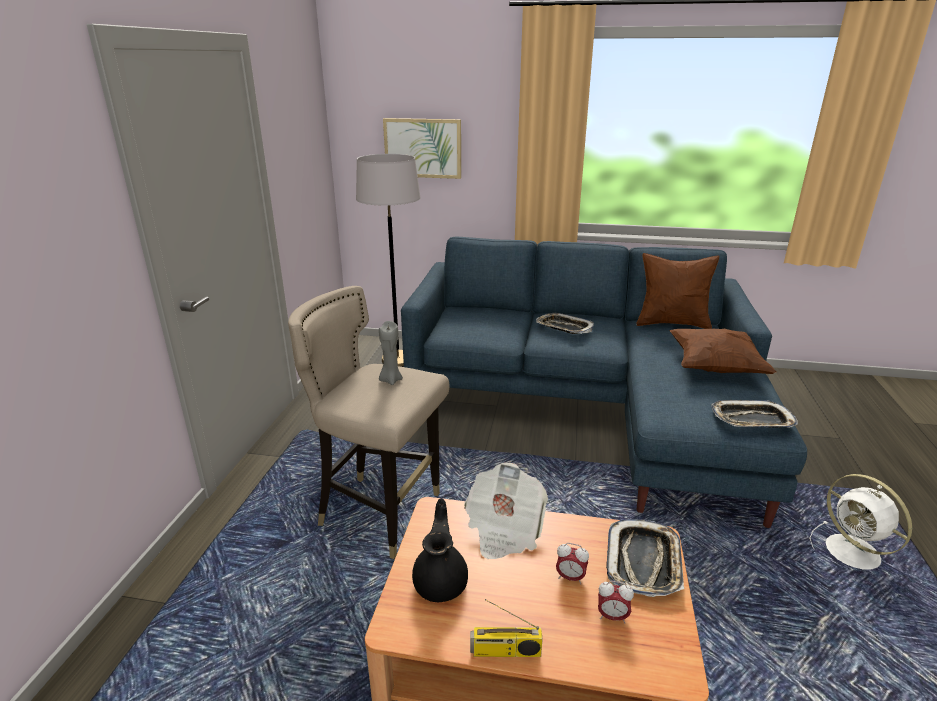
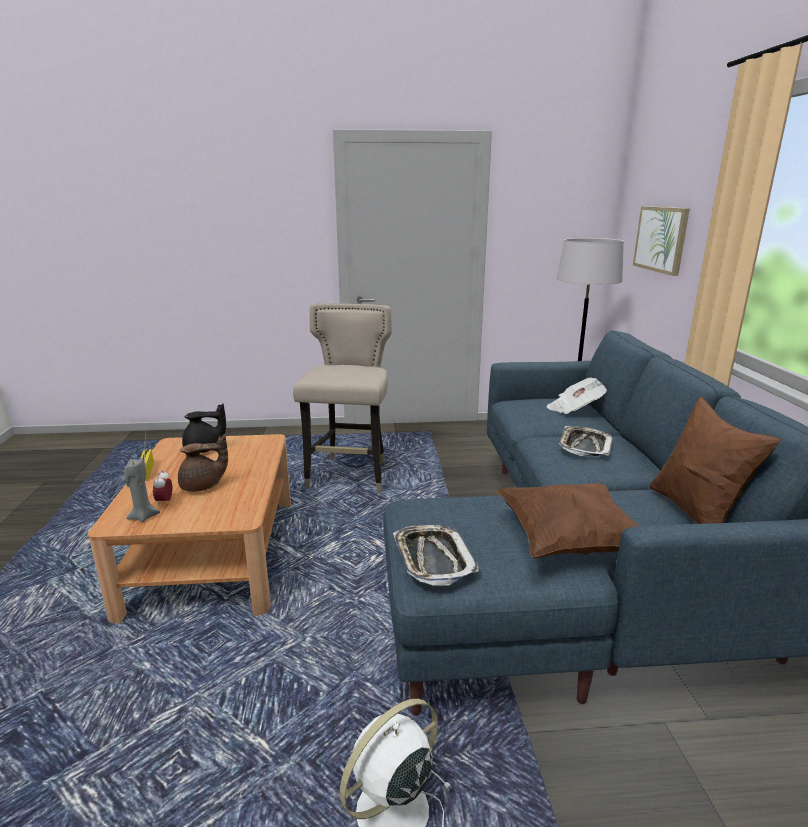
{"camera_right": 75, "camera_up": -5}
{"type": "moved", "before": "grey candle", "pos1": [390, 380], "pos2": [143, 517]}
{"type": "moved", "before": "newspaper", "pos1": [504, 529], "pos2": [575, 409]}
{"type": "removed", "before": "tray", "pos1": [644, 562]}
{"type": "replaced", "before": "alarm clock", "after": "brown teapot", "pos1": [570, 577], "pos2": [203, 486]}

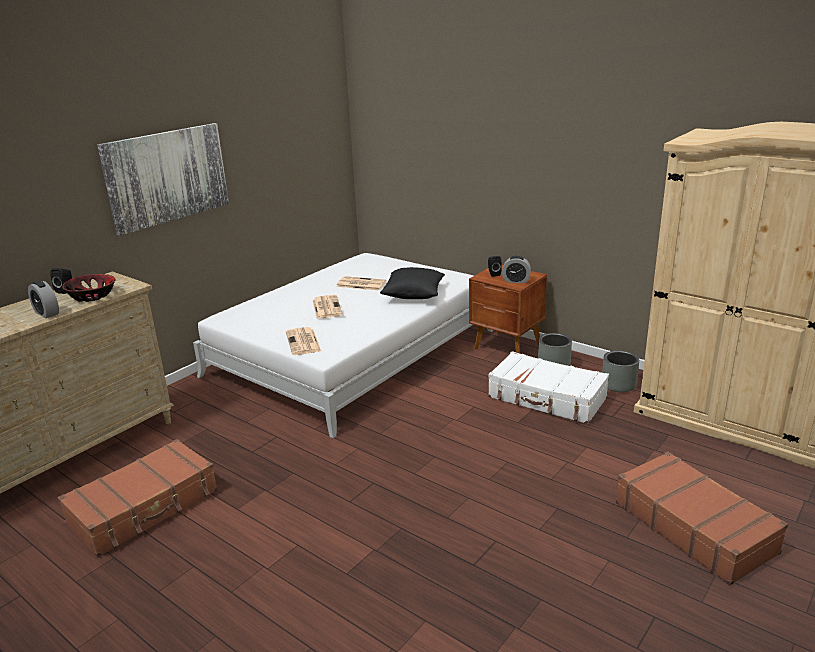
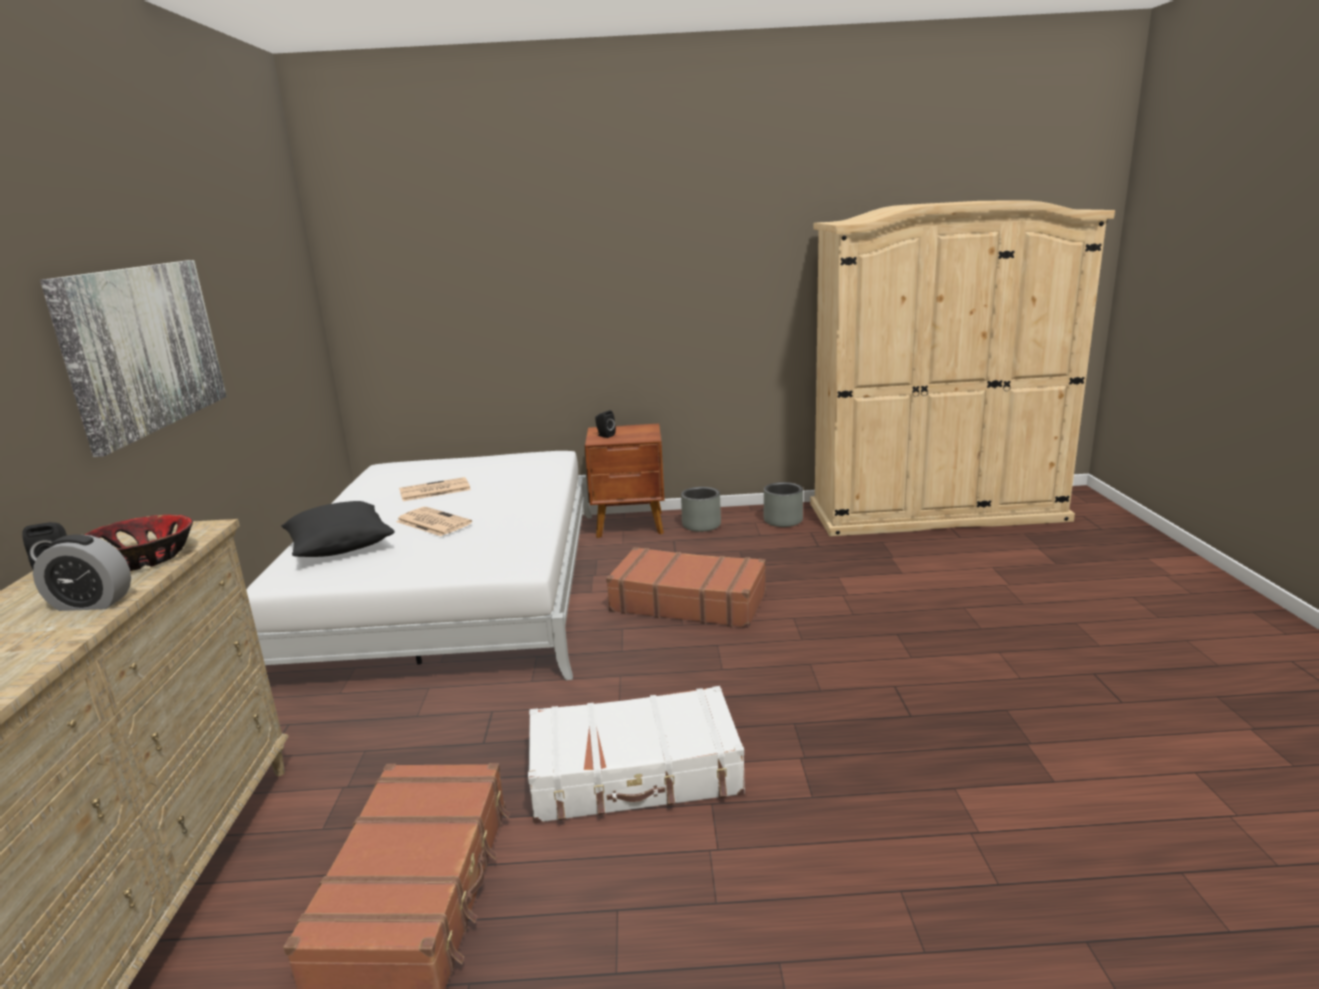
{"camera_right": -40, "camera_up": -5}
{"type": "removed", "before": "alarm clock", "pos1": [516, 281]}
{"type": "moved", "before": "black pillow", "pos1": [414, 294], "pos2": [340, 547]}
{"type": "removed", "before": "newspaper", "pos1": [303, 342]}
{"type": "moved", "before": "white suitcase", "pos1": [547, 398], "pos2": [635, 774]}
{"type": "moved", "before": "brown suitcase", "pos1": [694, 526], "pos2": [688, 601]}

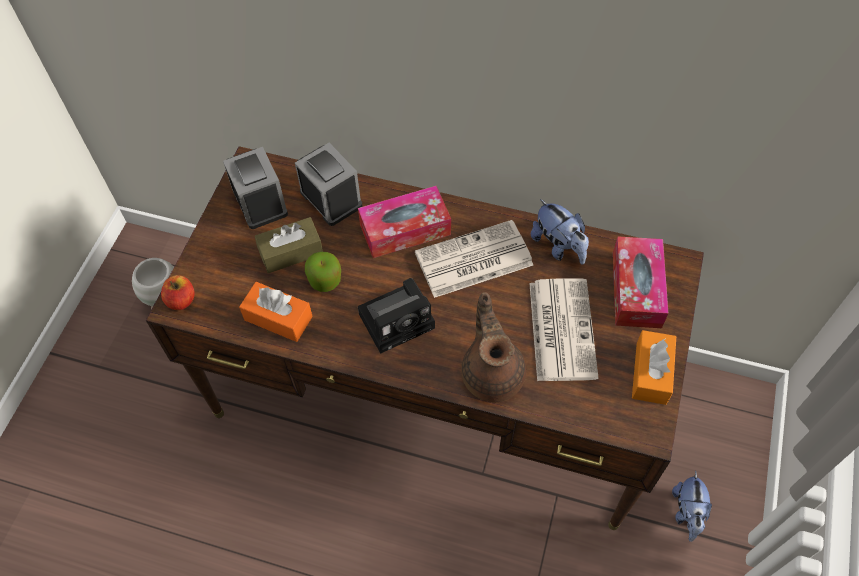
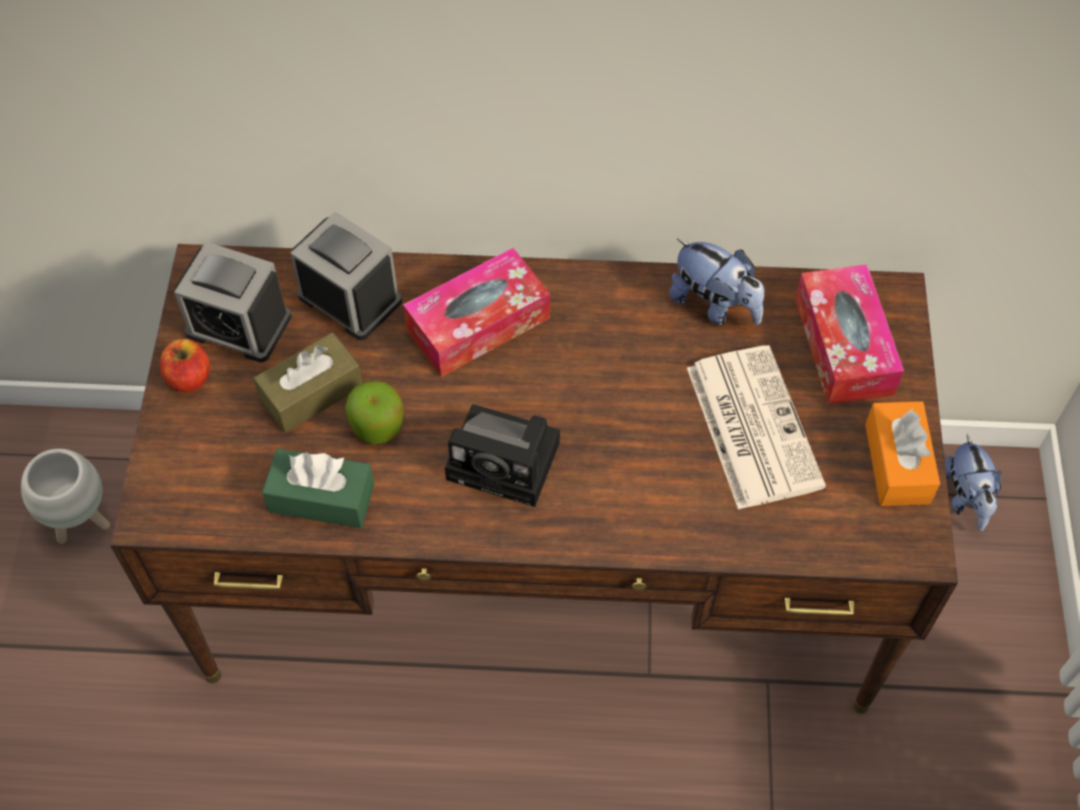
{"camera_right": -15, "camera_up": 0}
{"type": "turned", "before": "alarm clock", "pos1": [260, 202], "pos2": [239, 325], "turn": 150}
{"type": "removed", "before": "newspaper", "pos1": [472, 260]}
{"type": "moved", "before": "apple", "pos1": [181, 300], "pos2": [189, 377]}
{"type": "turned", "before": "photo camera", "pos1": [399, 319], "pos2": [508, 461], "turn": 60}
{"type": "recoloured", "before": "orange tissue box", "after": "green tissue box", "pos1": [278, 318], "pos2": [321, 498]}
{"type": "removed", "before": "brown teapot", "pos1": [492, 373]}
{"type": "moved", "before": "plush toy", "pos1": [687, 513], "pos2": [965, 498]}

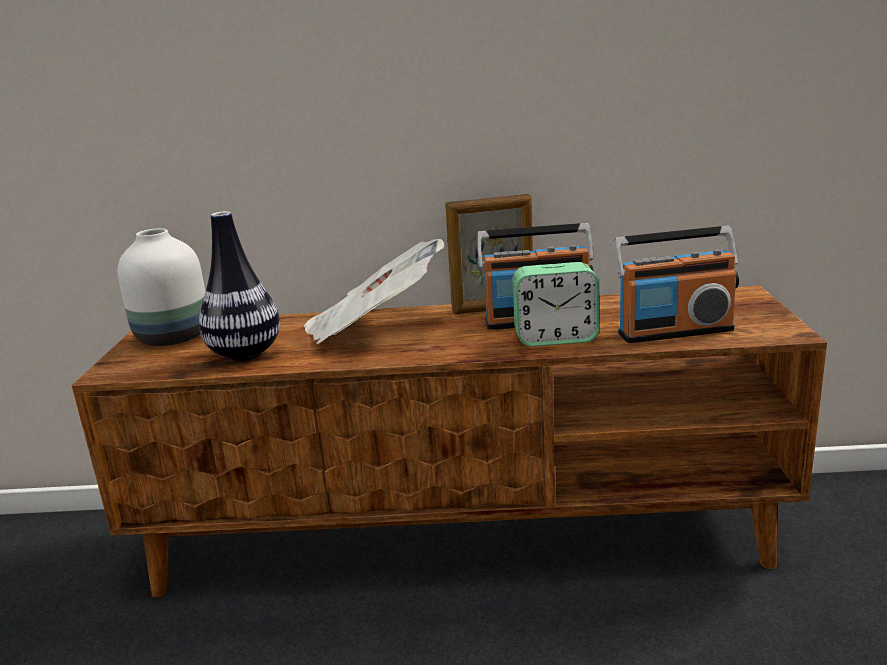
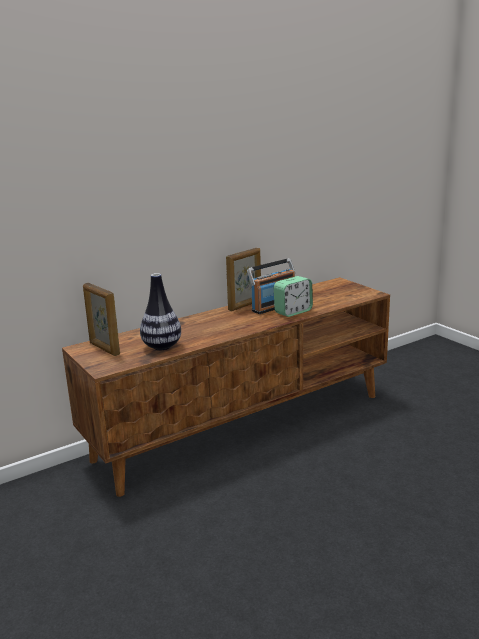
{"camera_right": -35, "camera_up": 0}
{"type": "removed", "before": "radio", "pos1": [674, 331]}
{"type": "replaced", "before": "white vase", "after": "picture frame", "pos1": [174, 338], "pos2": [104, 349]}
{"type": "removed", "before": "newspaper", "pos1": [373, 329]}

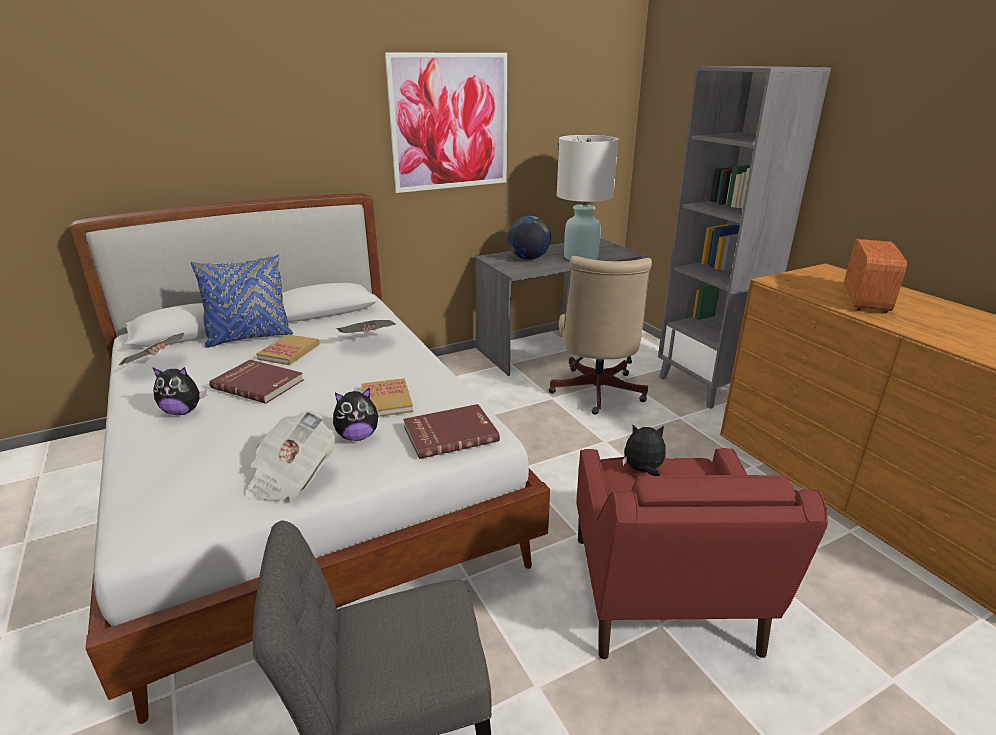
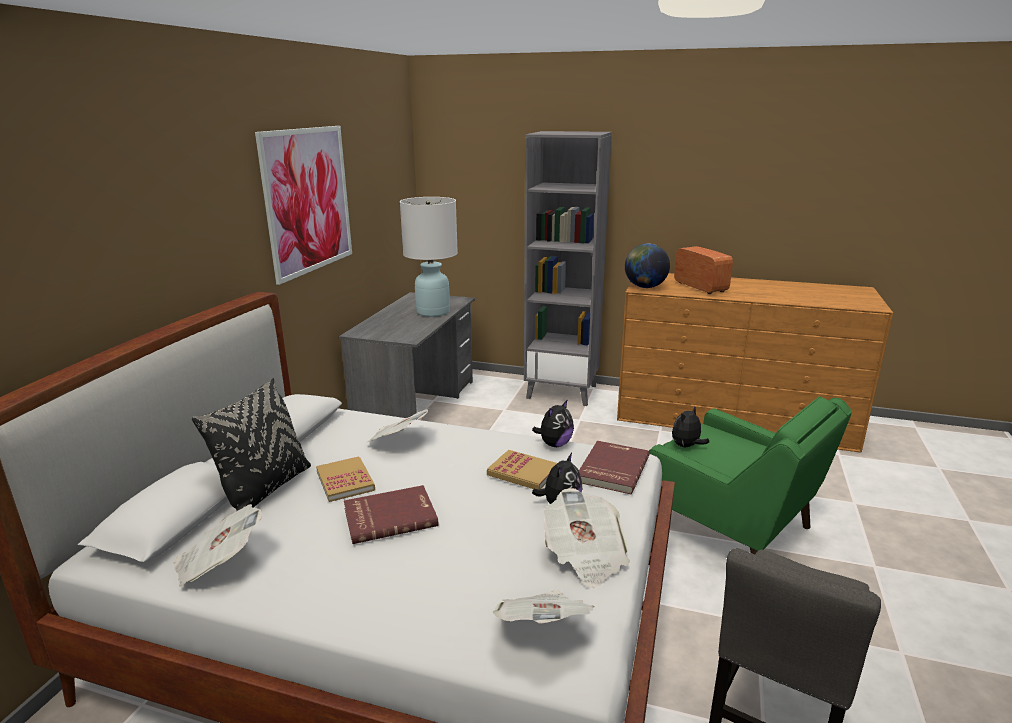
{"camera_right": -45, "camera_up": -5}
{"type": "moved", "before": "globe", "pos1": [528, 258], "pos2": [645, 287]}
{"type": "recoloured", "before": "blue pillow", "after": "black pillow", "pos1": [249, 337], "pos2": [265, 490]}
{"type": "removed", "before": "beige office chair", "pos1": [596, 394]}
{"type": "moved", "before": "plush toy", "pos1": [183, 411], "pos2": [554, 444]}
{"type": "recoloured", "before": "red armchair", "after": "green armchair", "pos1": [662, 597], "pos2": [731, 530]}
{"type": "added", "after": "newspaper", "pos2": [543, 628]}

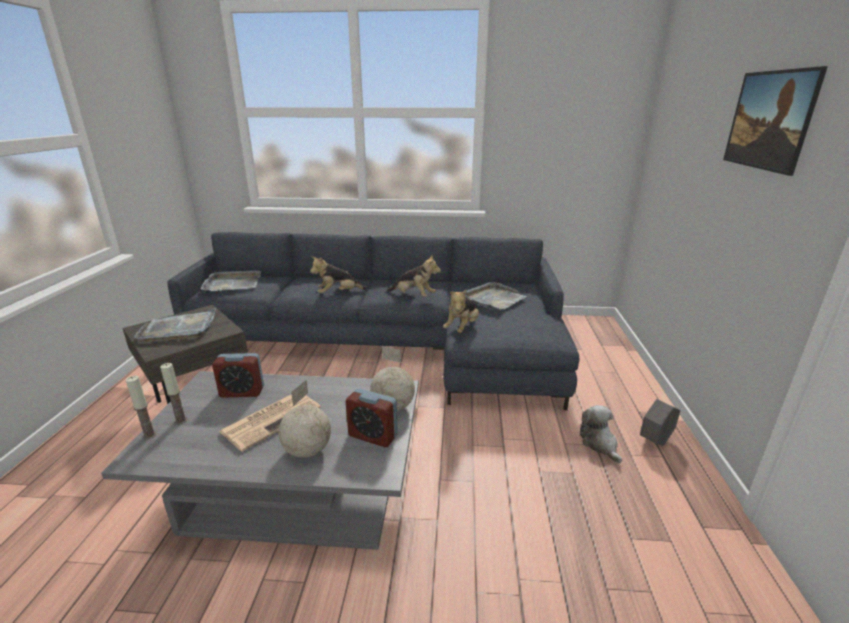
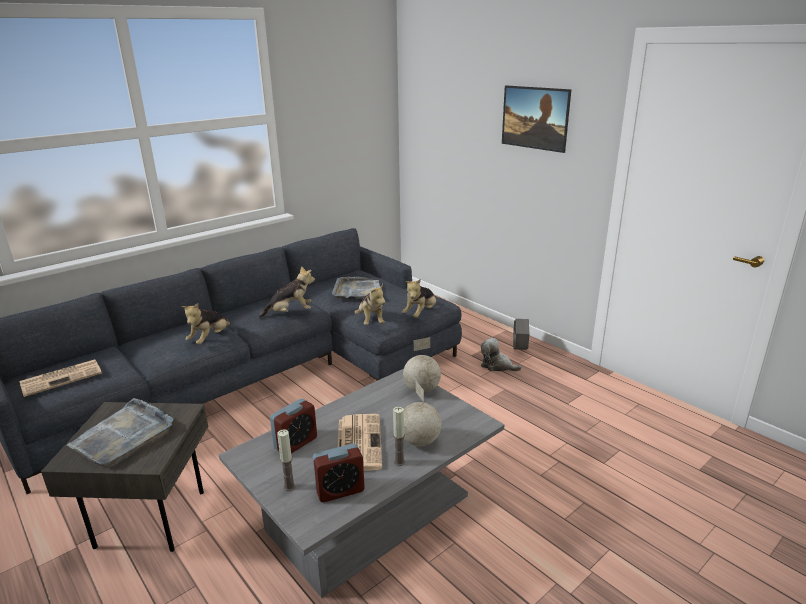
{"camera_right": -45, "camera_up": 0}
{"type": "replaced", "before": "grey tray", "after": "newspaper", "pos1": [233, 283], "pos2": [62, 377]}
{"type": "moved", "before": "candle", "pos1": [149, 435], "pos2": [399, 462]}
{"type": "moved", "before": "alarm clock", "pos1": [373, 436], "pos2": [340, 490]}
{"type": "added", "after": "plush toy", "pos2": [420, 313]}

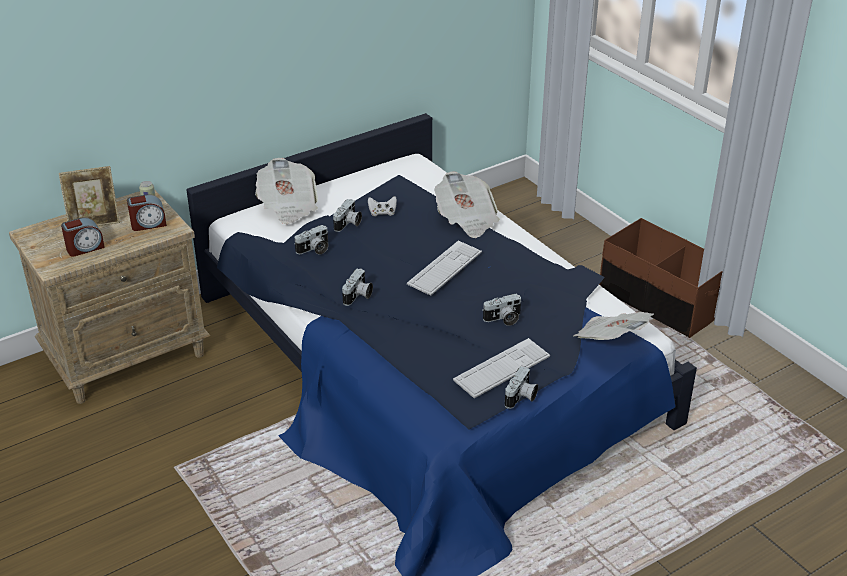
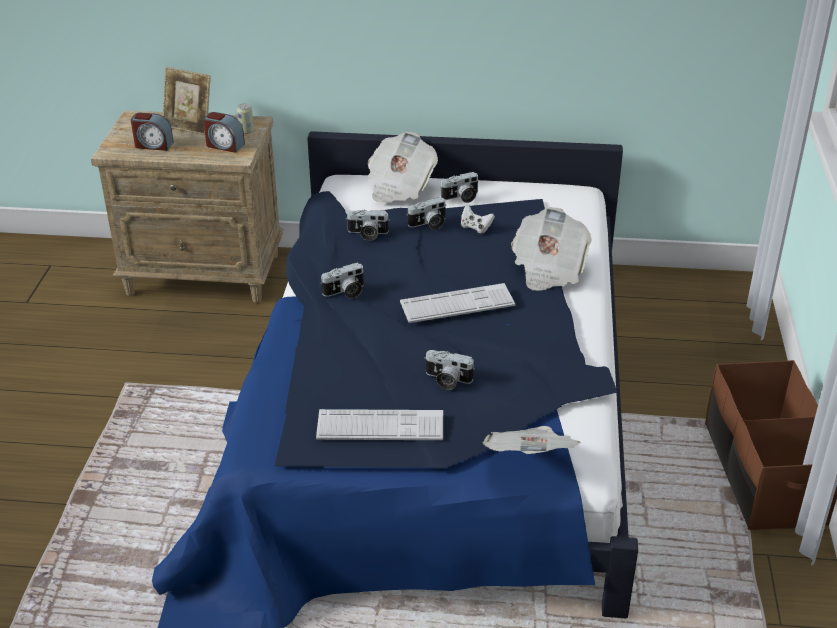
{"camera_right": 40, "camera_up": 0}
{"type": "moved", "before": "photo camera", "pos1": [521, 397], "pos2": [461, 197]}

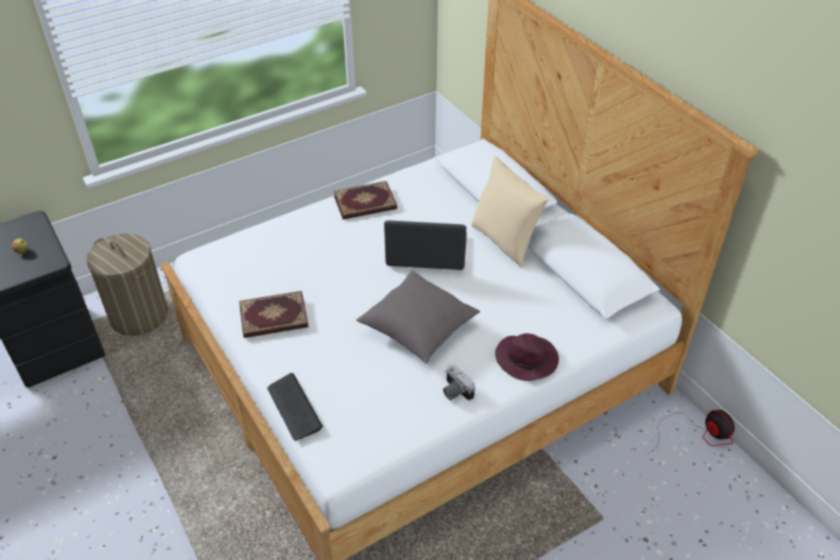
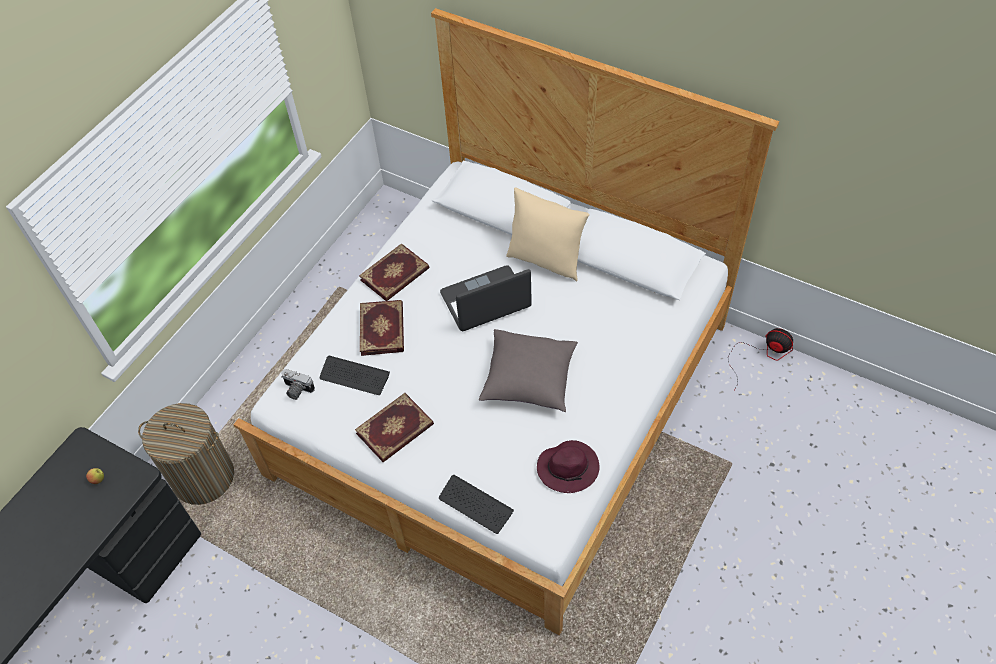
{"camera_right": -25, "camera_up": 10}
{"type": "moved", "before": "purple hat", "pos1": [527, 359], "pos2": [569, 468]}
{"type": "moved", "before": "photo camera", "pos1": [454, 391], "pos2": [296, 390]}
{"type": "added", "after": "book", "pos2": [383, 329]}
{"type": "added", "after": "keyboard", "pos2": [354, 376]}

